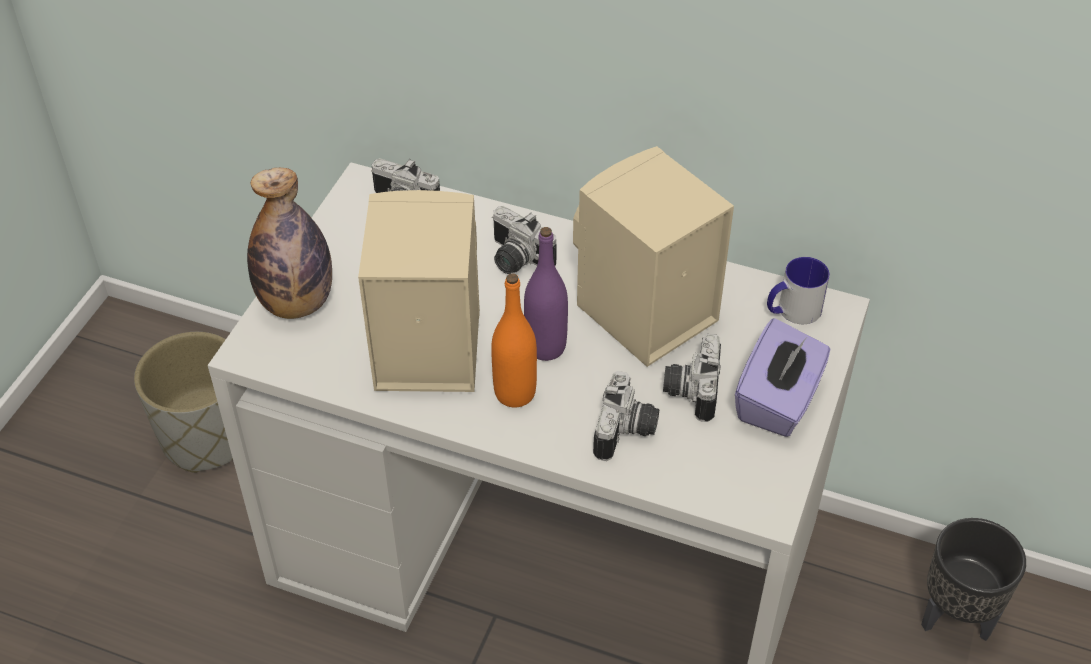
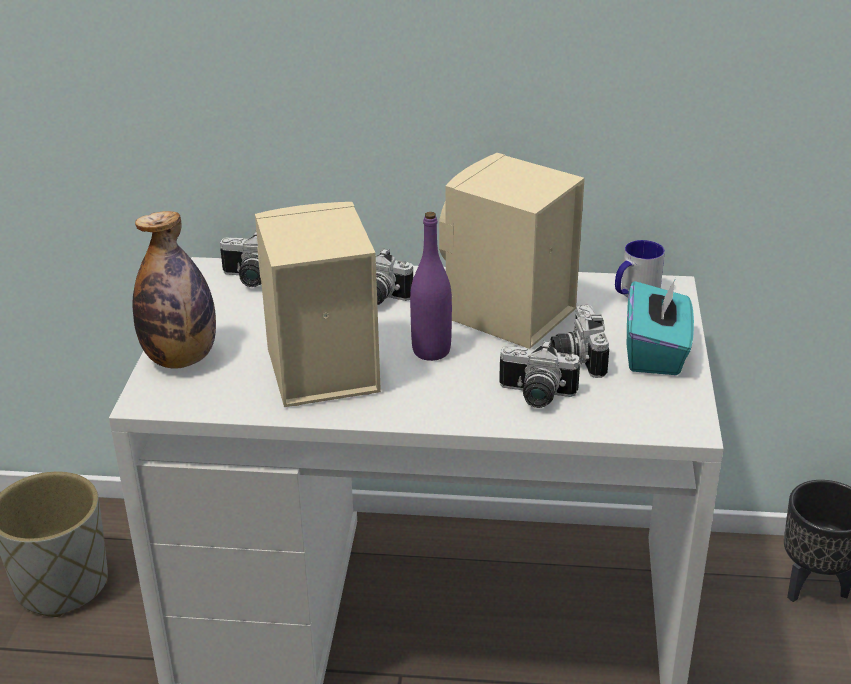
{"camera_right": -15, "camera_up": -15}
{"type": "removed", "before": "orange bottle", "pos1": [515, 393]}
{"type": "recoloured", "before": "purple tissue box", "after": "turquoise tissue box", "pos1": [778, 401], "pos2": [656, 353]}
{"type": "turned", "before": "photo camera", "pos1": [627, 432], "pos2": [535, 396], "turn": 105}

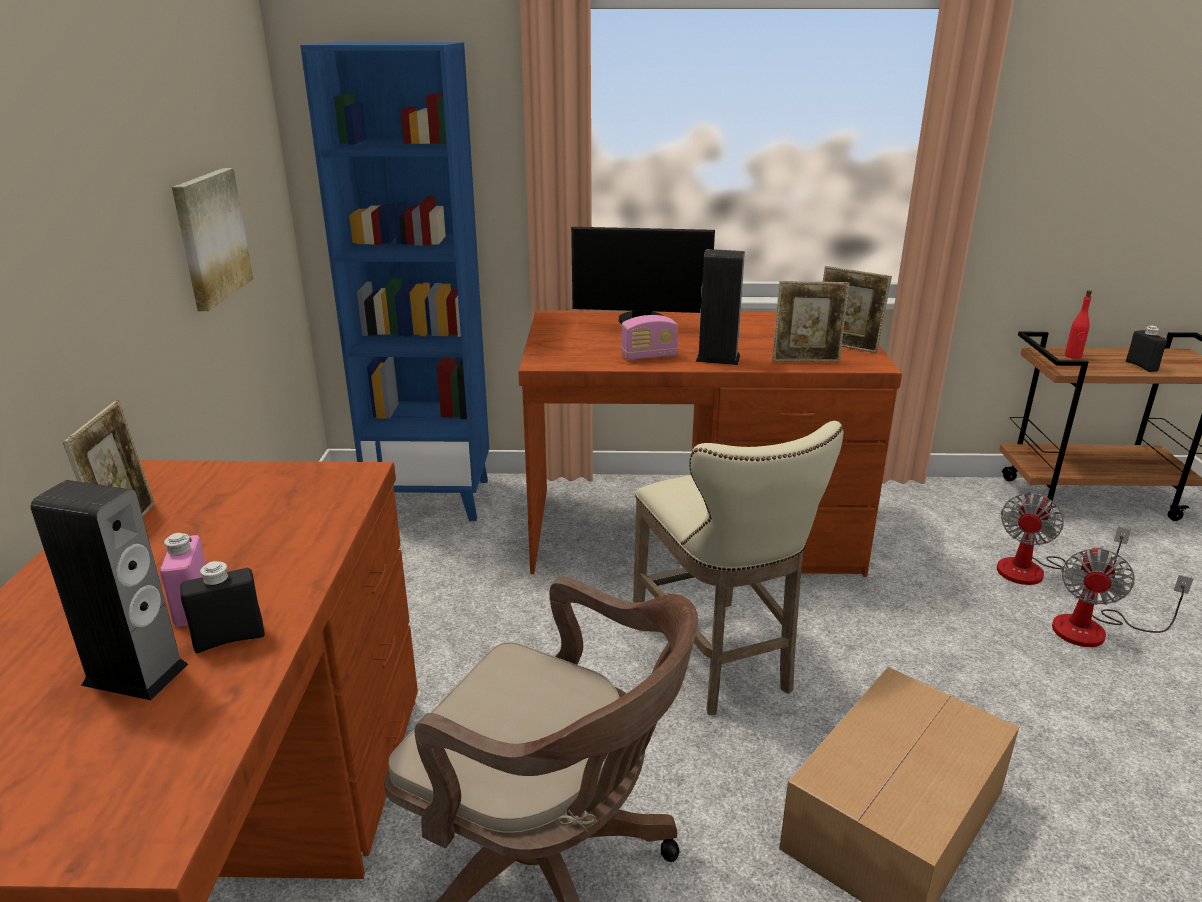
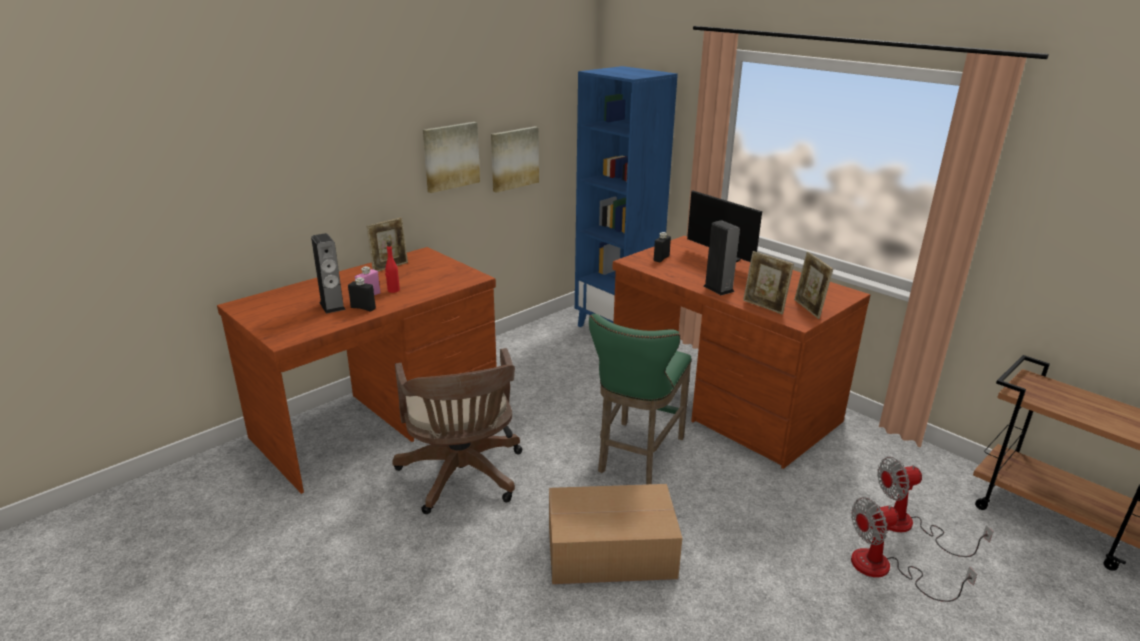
{"camera_right": 45, "camera_up": 0}
{"type": "moved", "before": "red bottle", "pos1": [1073, 356], "pos2": [393, 290]}
{"type": "removed", "before": "radio", "pos1": [649, 356]}
{"type": "moved", "before": "black bottle", "pos1": [1141, 366], "pos2": [661, 258]}
{"type": "recoloured", "before": "beige stool", "after": "green stool", "pos1": [717, 661], "pos2": [636, 456]}
{"type": "added", "after": "picture", "pos2": [450, 156]}

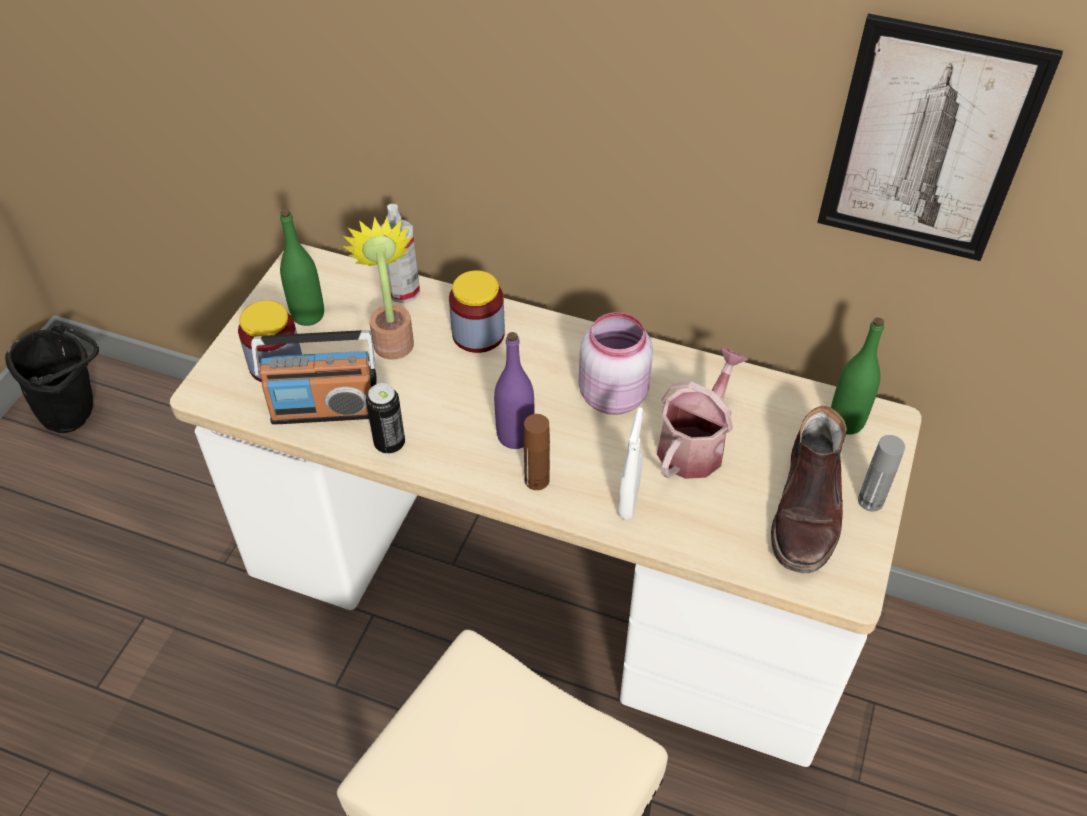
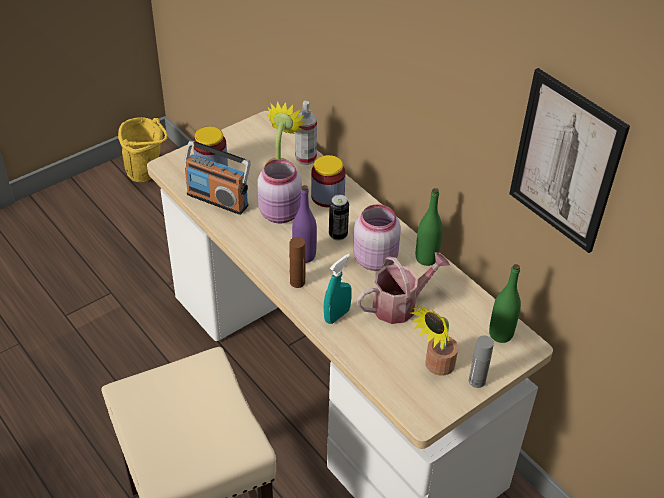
{"camera_right": 30, "camera_up": -5}
{"type": "moved", "before": "green bottle", "pos1": [308, 315], "pos2": [426, 258]}
{"type": "recoloured", "before": "black bucket", "after": "yellow bucket", "pos1": [77, 414], "pos2": [147, 174]}
{"type": "moved", "before": "can", "pos1": [389, 444], "pos2": [338, 235]}
{"type": "replaced", "before": "brown boot", "after": "potted plant", "pos1": [808, 509], "pos2": [435, 367]}
{"type": "recoloured", "before": "white spray bottle", "after": "turquoise spray bottle", "pos1": [628, 502], "pos2": [337, 315]}
{"type": "added", "after": "pink jar", "pos2": [281, 213]}

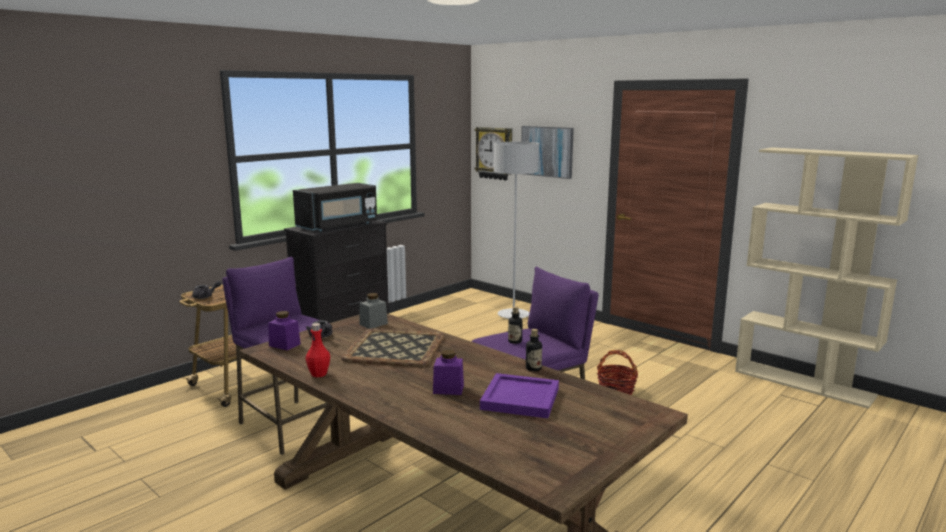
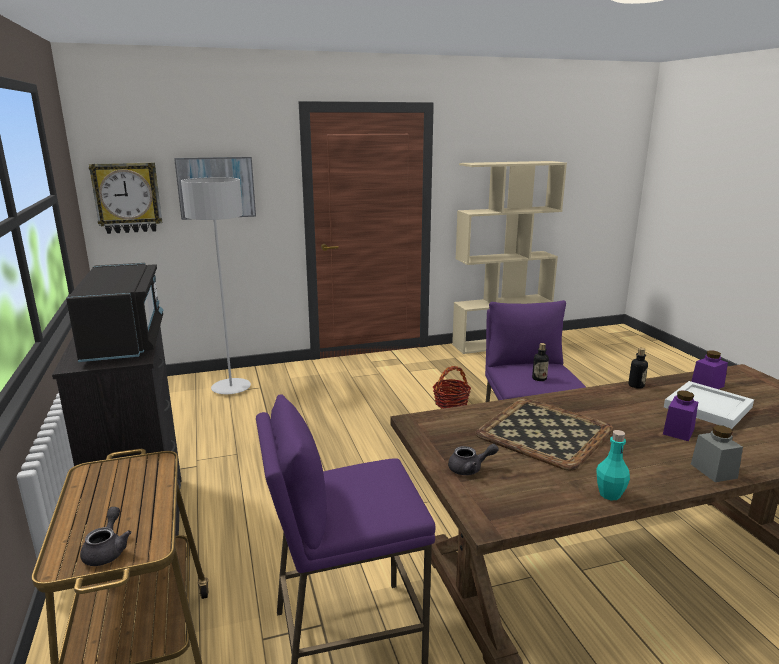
{"camera_right": -60, "camera_up": 5}
{"type": "moved", "before": "grey jar", "pos1": [373, 324], "pos2": [713, 471]}
{"type": "moved", "before": "purple jar", "pos1": [284, 345], "pos2": [707, 386]}
{"type": "recoloured", "before": "red bottle", "after": "turquoise bottle", "pos1": [319, 374], "pos2": [609, 494]}
{"type": "recoloured", "before": "purple tray", "after": "white tray", "pos1": [519, 398], "pos2": [706, 407]}

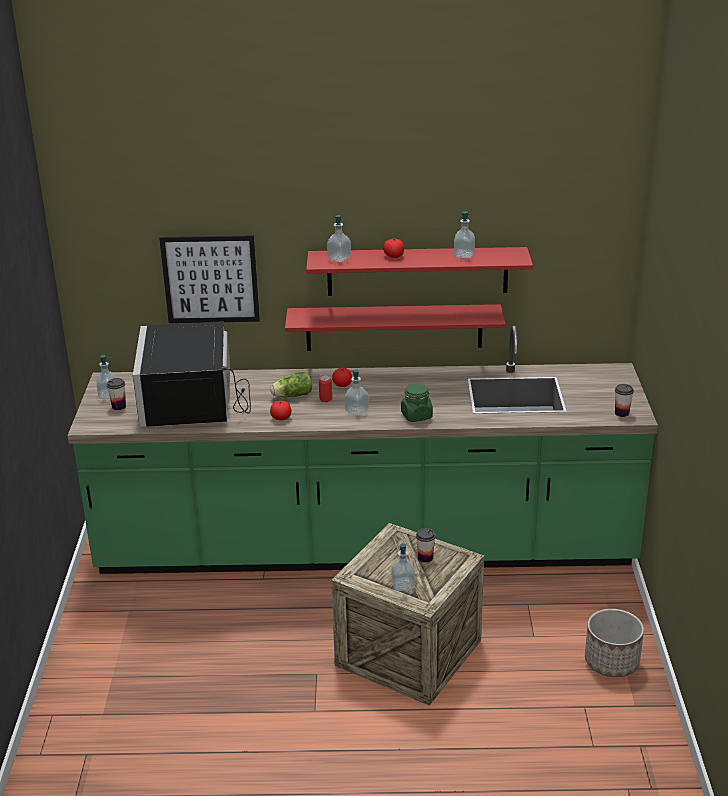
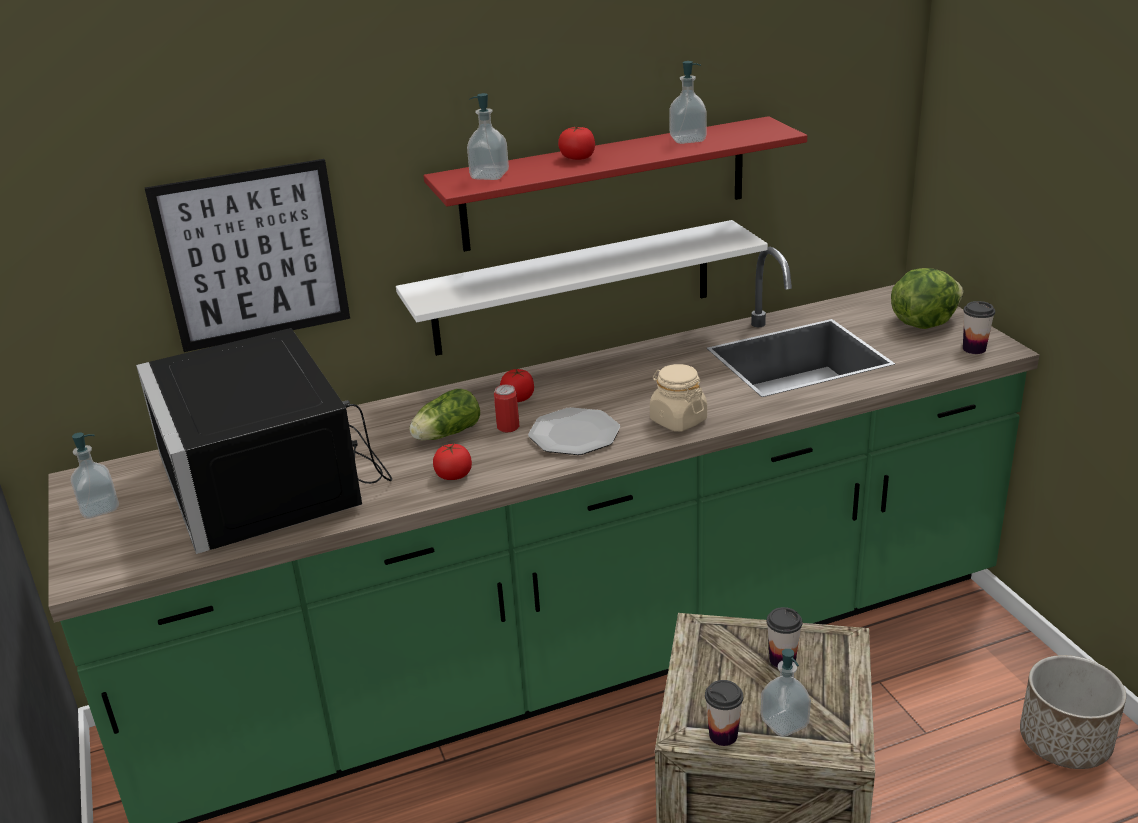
{"camera_right": -20, "camera_up": 0}
{"type": "recoloured", "before": "red shelf", "after": "white shelf", "pos1": [394, 327], "pos2": [573, 288]}
{"type": "replaced", "before": "soap dispenser", "after": "plate", "pos1": [356, 410], "pos2": [574, 434]}
{"type": "moved", "before": "cup", "pos1": [119, 406], "pos2": [723, 735]}
{"type": "recoloured", "before": "green jar", "after": "beige jar", "pos1": [416, 415], "pos2": [678, 420]}
{"type": "added", "after": "lettuce", "pos2": [922, 323]}

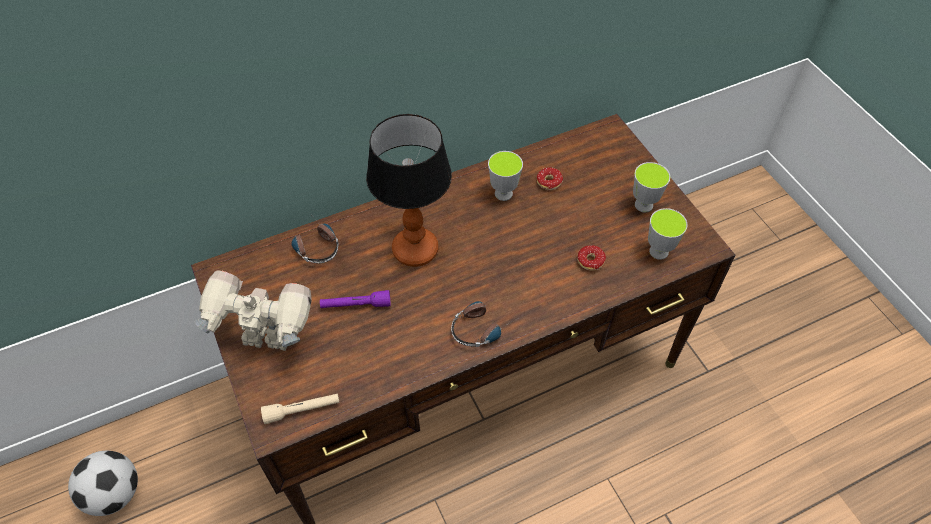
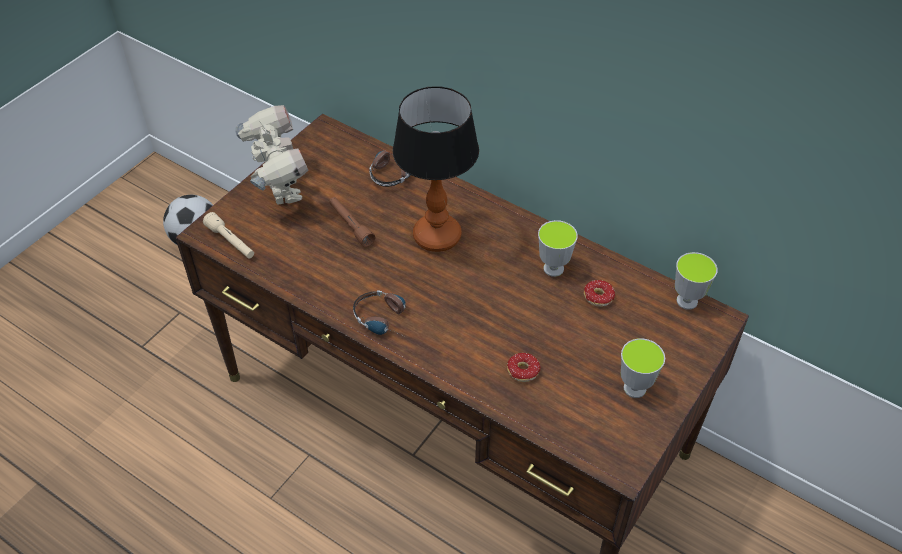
{"camera_right": 60, "camera_up": -5}
{"type": "moved", "before": "cup", "pos1": [658, 251], "pos2": [687, 301]}
{"type": "recoloured", "before": "purple flashlight", "after": "brown flashlight", "pos1": [356, 305], "pos2": [351, 225]}

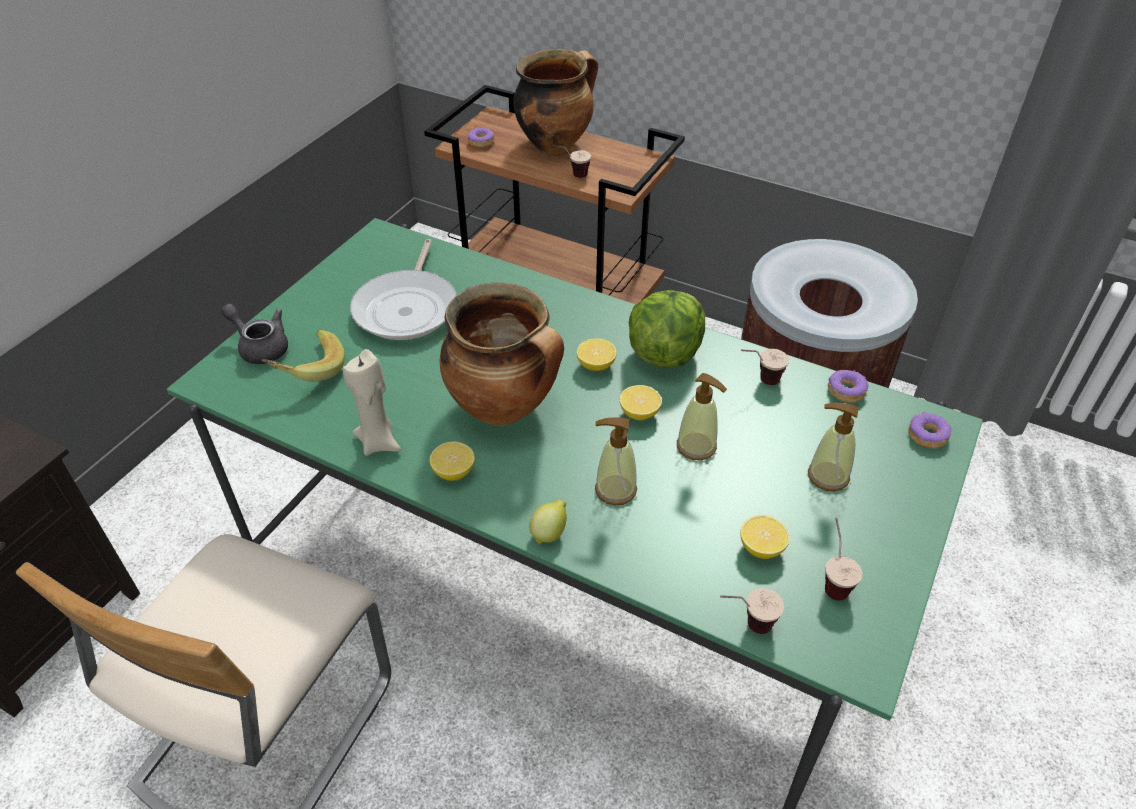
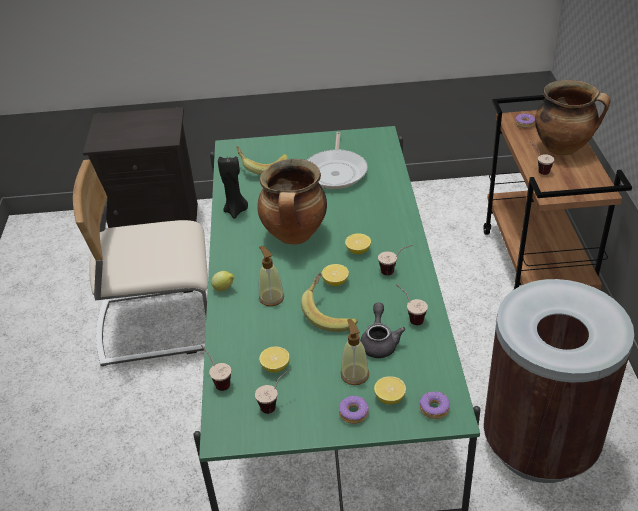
{"camera_right": 60, "camera_up": -5}
{"type": "turned", "before": "frying pan", "pos1": [408, 308], "pos2": [336, 171], "turn": -60}
{"type": "replaced", "before": "lettuce", "after": "cup", "pos1": [664, 353], "pos2": [395, 270]}
{"type": "moved", "before": "grey teapot", "pos1": [260, 346], "pos2": [379, 342]}
{"type": "recoloured", "before": "beige candle", "after": "black candle", "pos1": [379, 442], "pos2": [236, 211]}
{"type": "moved", "before": "donut", "pos1": [845, 391], "pos2": [353, 413]}
{"type": "replaced", "before": "soap dispenser", "after": "banana", "pos1": [696, 446], "pos2": [330, 313]}
{"type": "moved", "before": "lemon", "pos1": [453, 472], "pos2": [390, 398]}

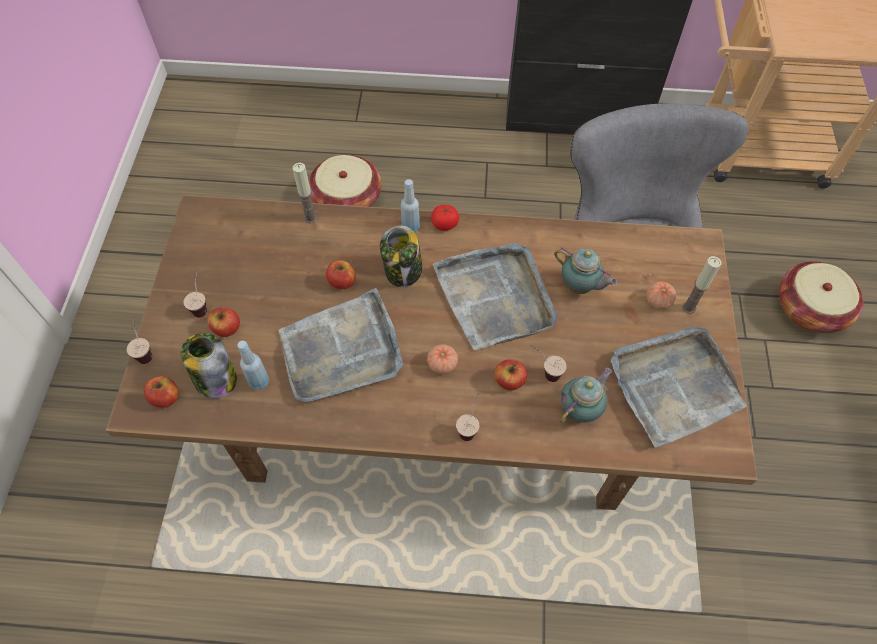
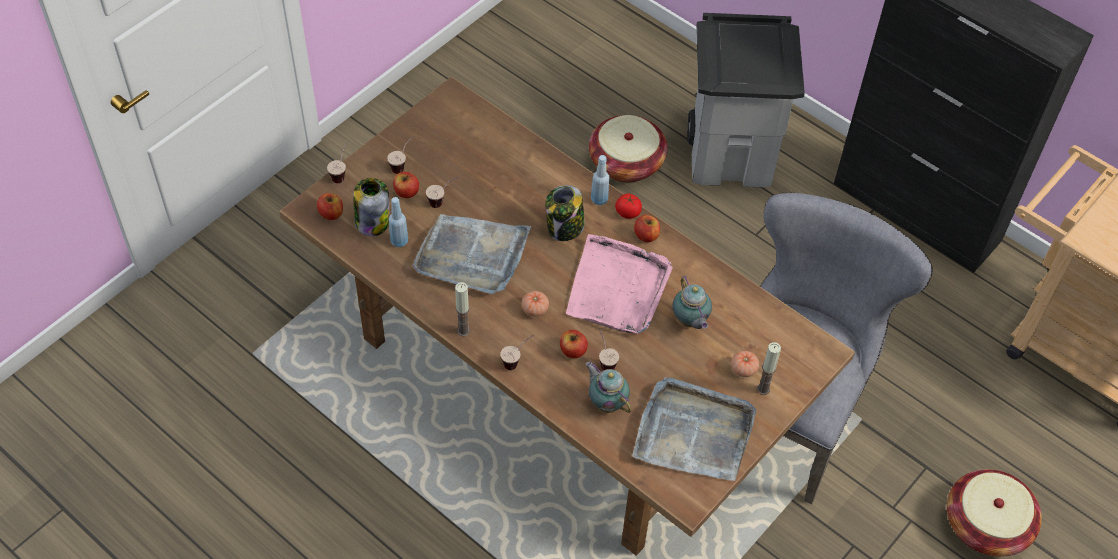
{"camera_right": 35, "camera_up": -5}
{"type": "moved", "before": "candle", "pos1": [310, 218], "pos2": [463, 331]}
{"type": "recoloured", "before": "grey tray", "after": "pink tray", "pos1": [496, 297], "pos2": [617, 288]}
{"type": "moved", "before": "apple", "pos1": [342, 282], "pos2": [646, 235]}
{"type": "turned", "before": "teapot", "pos1": [580, 409], "pos2": [606, 402], "turn": -120}
{"type": "added", "after": "grey trash can", "pos2": [732, 157]}
{"type": "added", "after": "cup", "pos2": [443, 201]}

